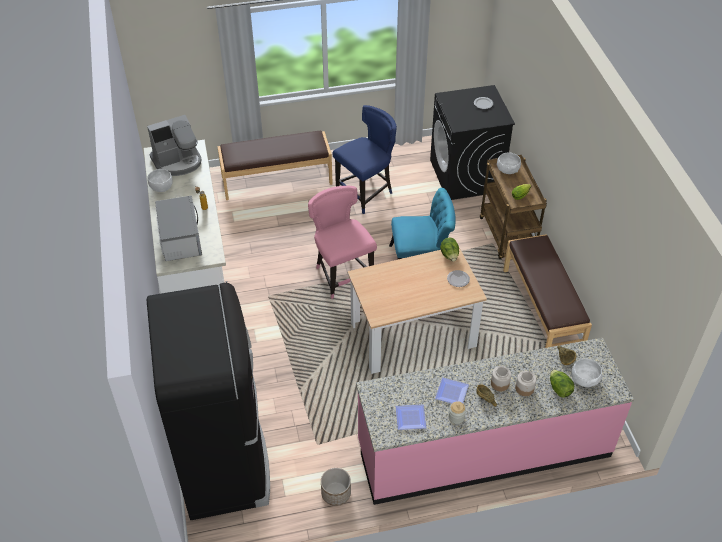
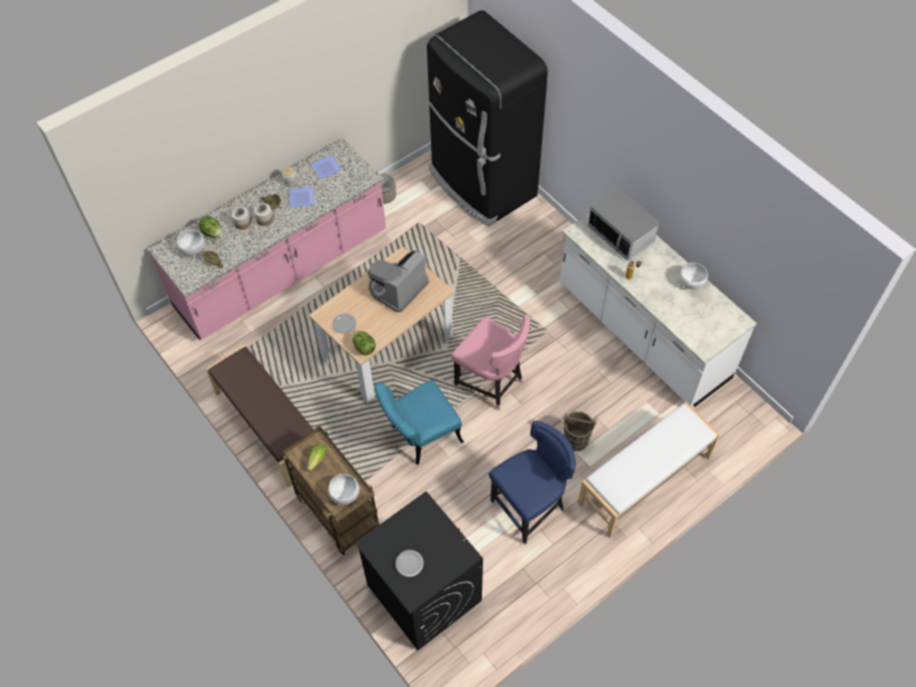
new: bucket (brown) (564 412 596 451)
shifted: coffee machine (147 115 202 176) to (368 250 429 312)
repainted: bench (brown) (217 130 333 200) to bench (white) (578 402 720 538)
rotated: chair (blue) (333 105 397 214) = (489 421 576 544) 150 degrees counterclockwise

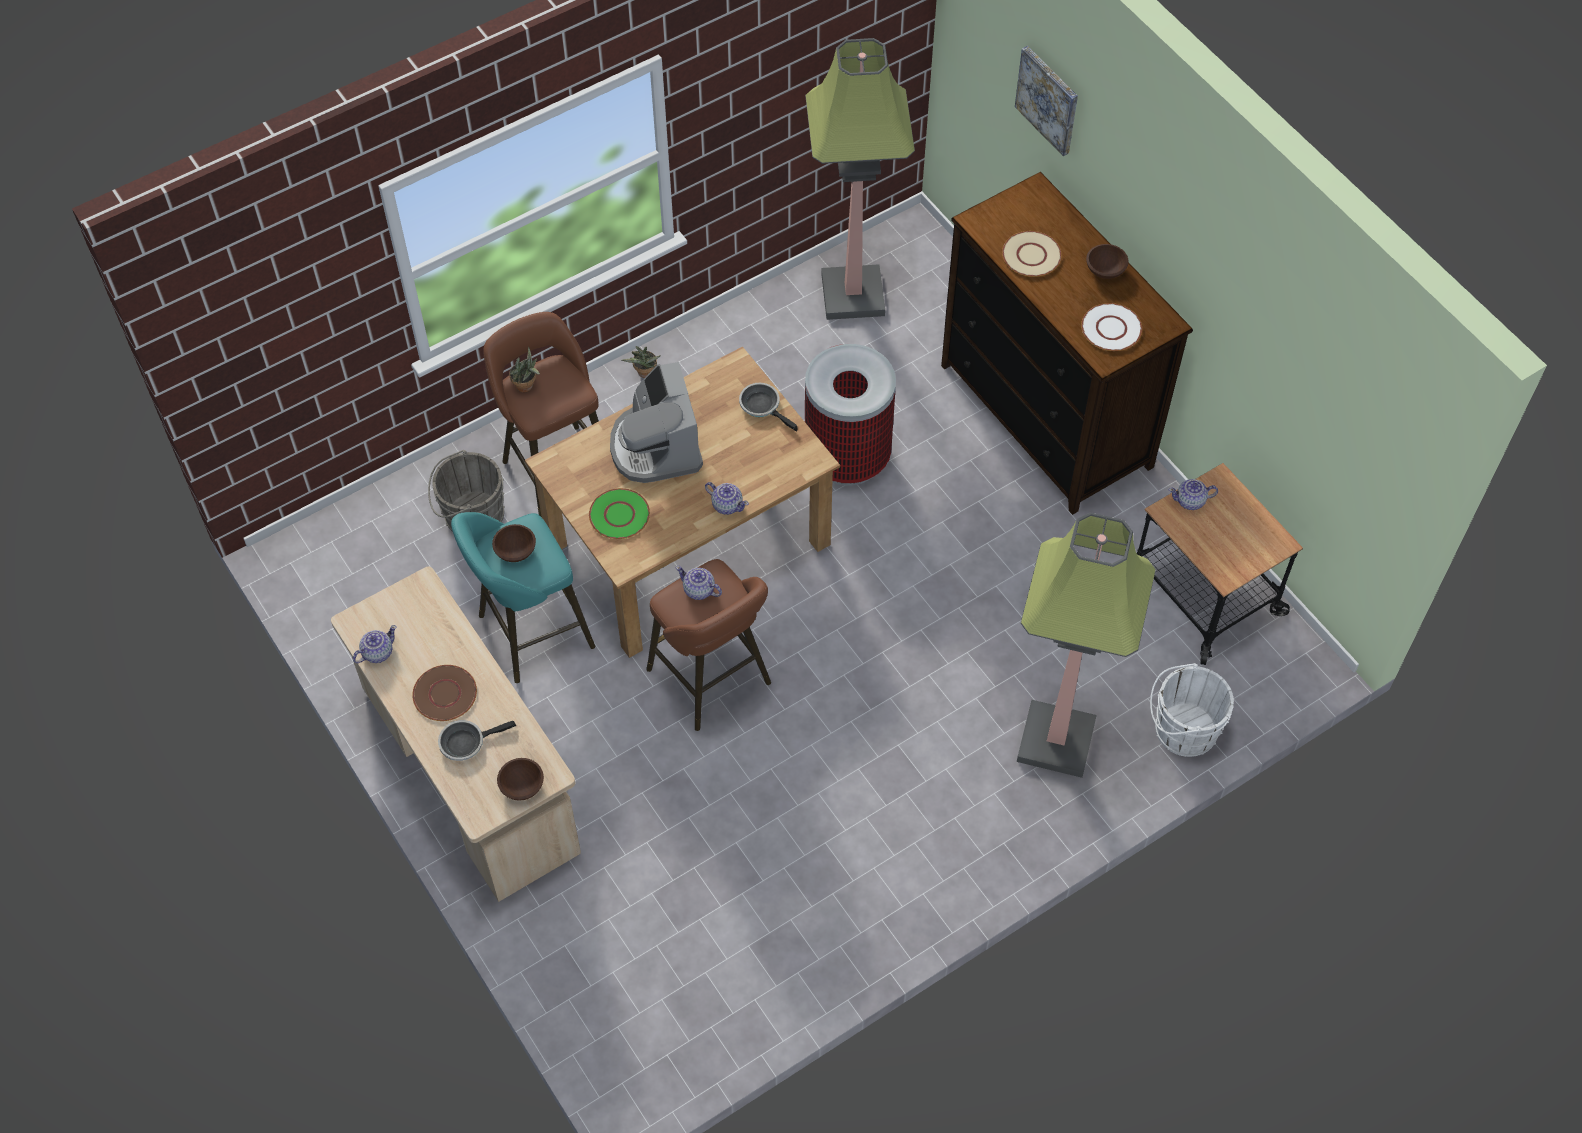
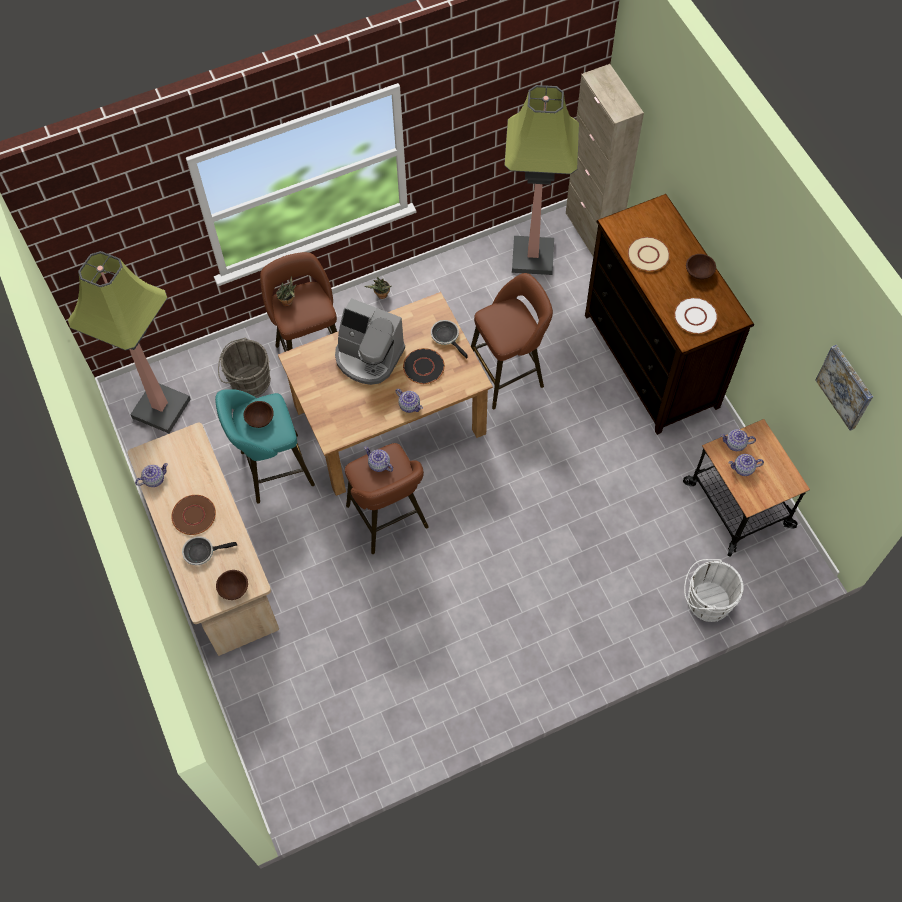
gone: plate (green) (589 488 650 539)
new: plate (black) (403 348 445 384); cabinet (beige) (566 64 644 256); teapot (728 454 764 476)
shifted: picture (1015 46 1078 156) to (815 345 873 431); floor lamp (1017 512 1156 778) to (68 251 191 433)
swapped: trash can (805 344 896 486) to stool (brown) (471 273 553 409)
rotated: coffee machine (610 362 703 483) = (335 298 405 385) 60 degrees counterclockwise

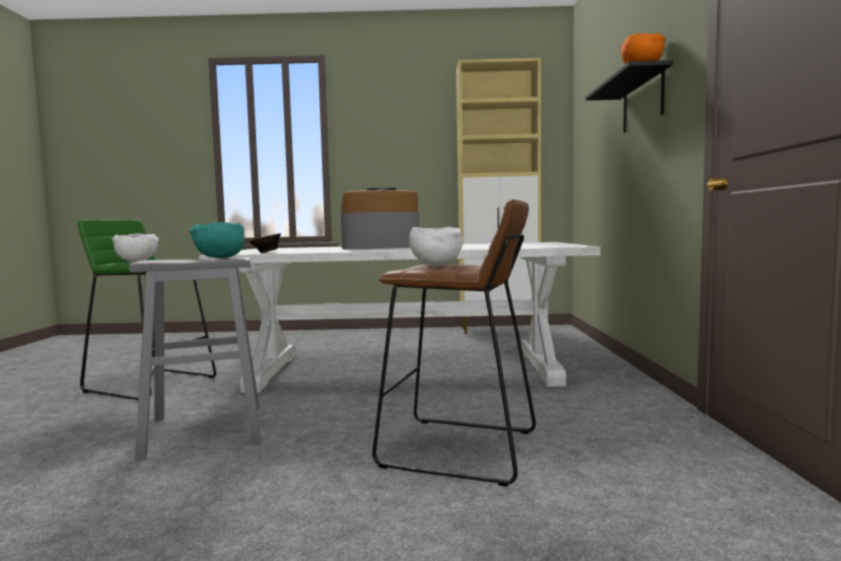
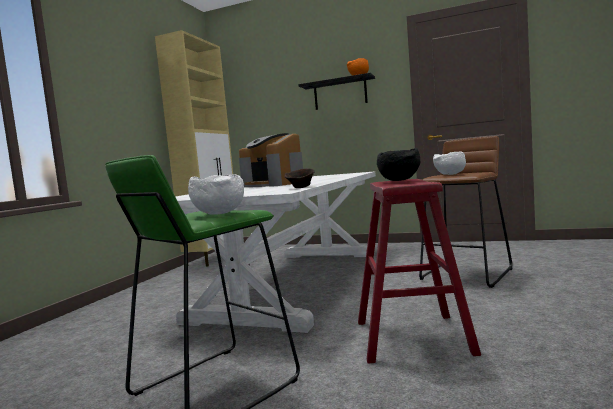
repainted: stool (grey) (129 257 261 460) to stool (red) (358 179 481 364); bowl (turquoise) (190 222 245 258) to bowl (black) (377 148 420 181)
rotated: coffee machine (340 188 420 249) = (239 133 303 187) 45 degrees counterclockwise

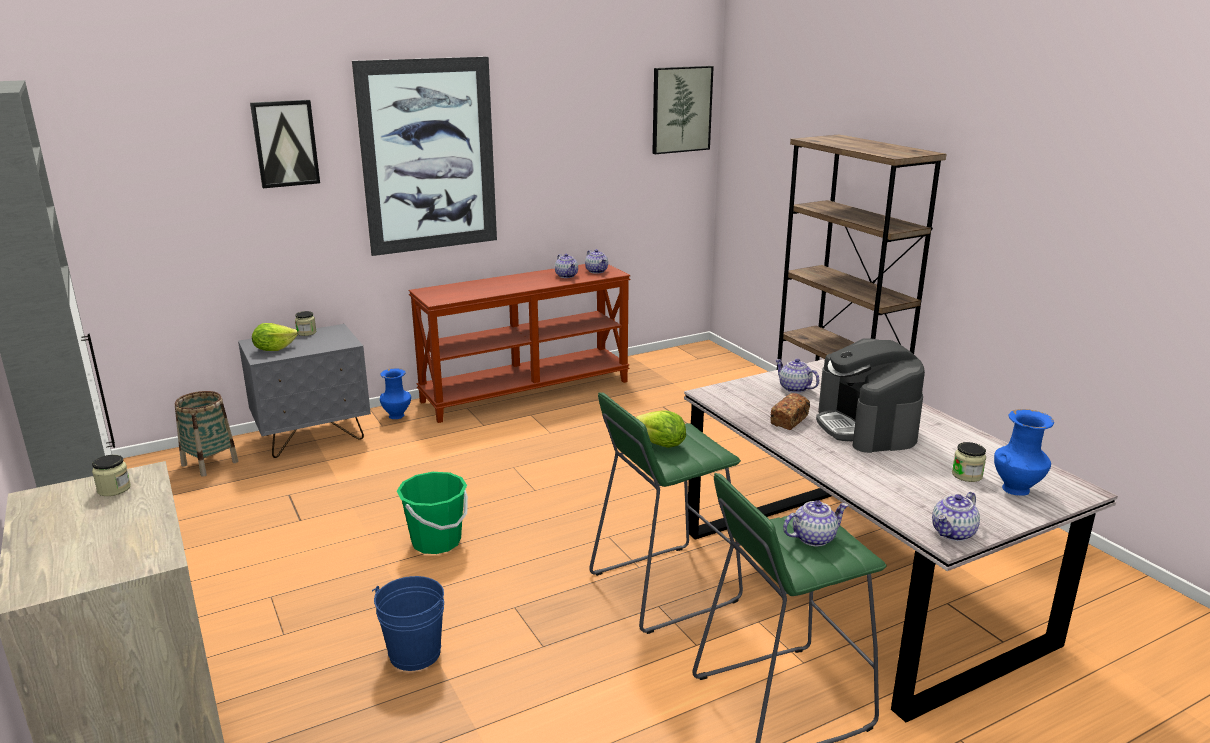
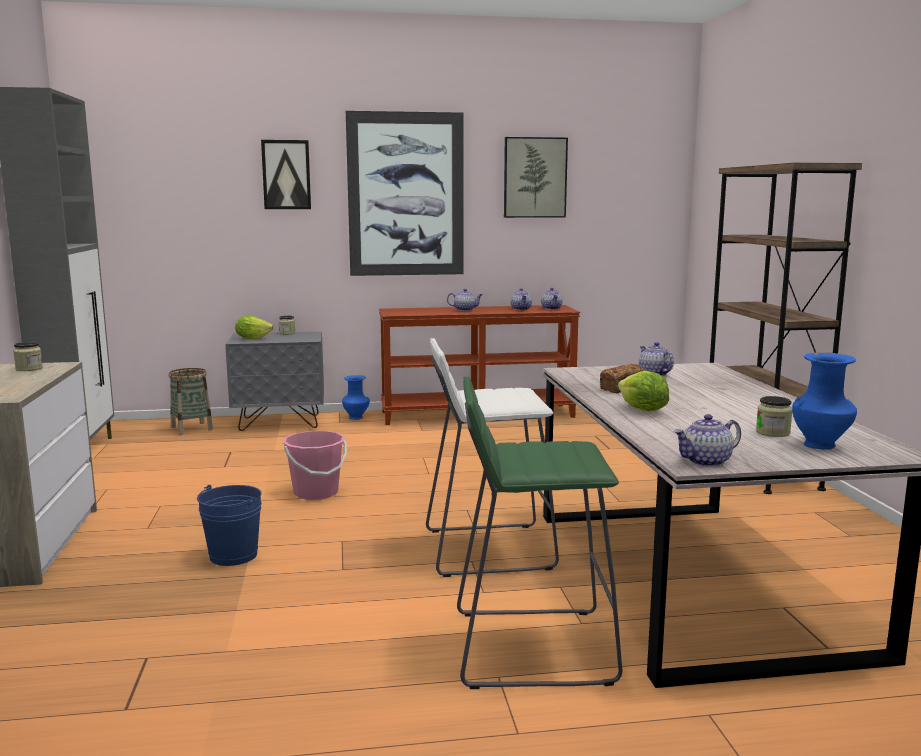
gone: coffee machine (816 338 925 453)
shifted: lettuce (636 411 686 448) to (618 371 669 411); picture (652 66 714 154) to (504 137 568 218); teapot (783 500 849 547) to (447 289 483 311)
repainted: bucket (green) (397 472 468 554) to bucket (pink) (283 431 347 500); stool (green) (589 392 743 634) to stool (white) (426 338 559 577)

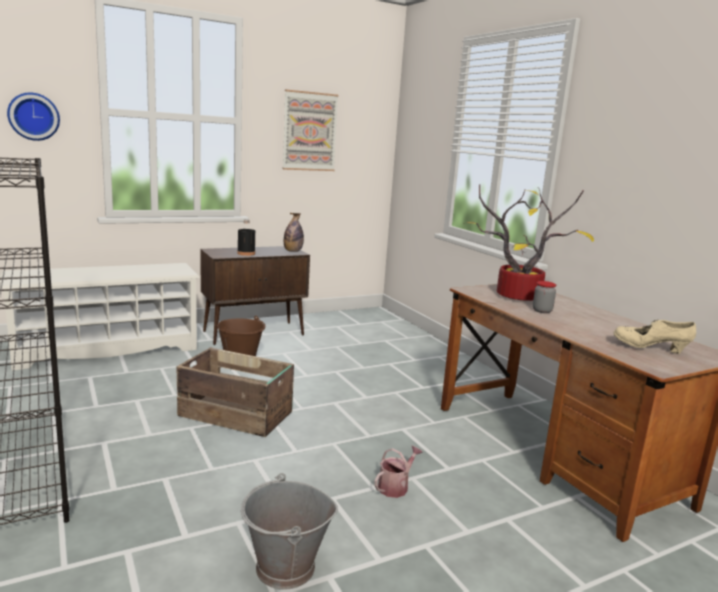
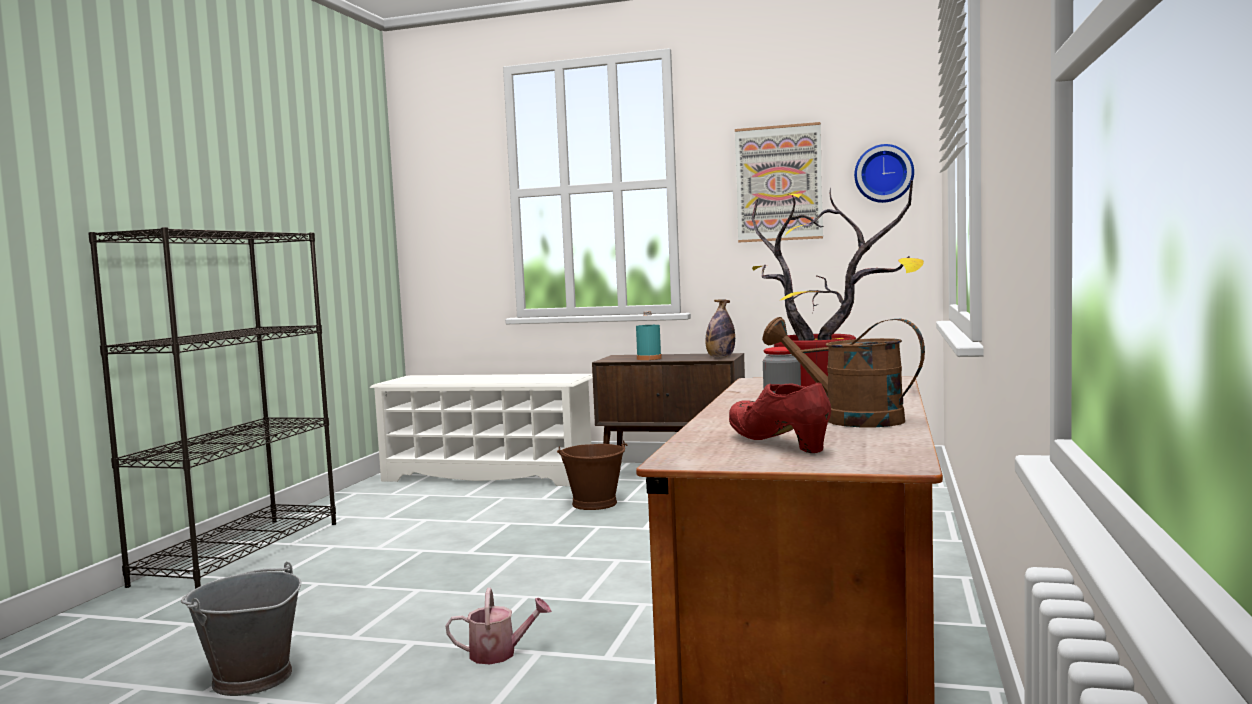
gone: crate (177 347 294 437)
new: watering can (brown) (762 317 925 427)
shifted: wall clock (7 92 60 141) to (854 144 914 203)
repainted: bottle (black) (237 220 255 256) to bottle (turquoise) (636 311 662 360); shoe (beige) (613 320 696 354) to shoe (red) (729 383 831 453)

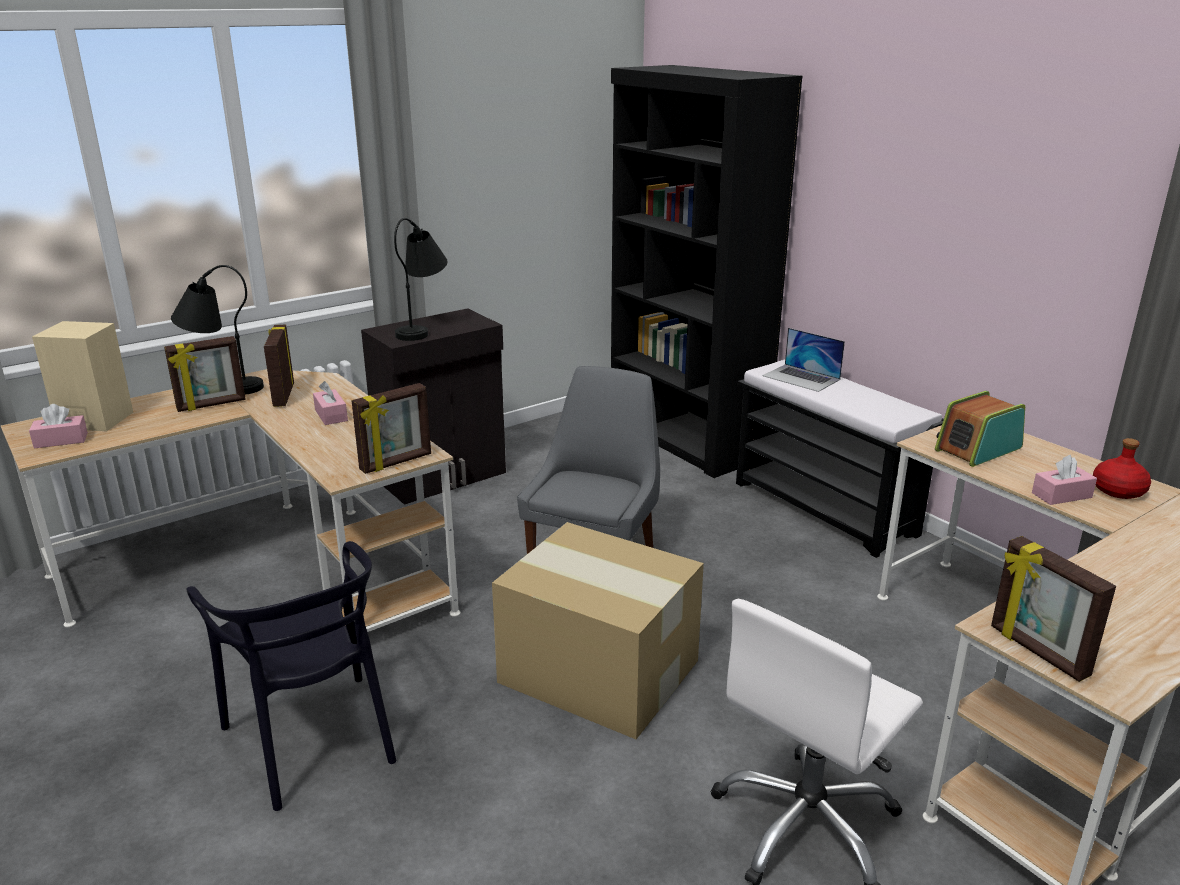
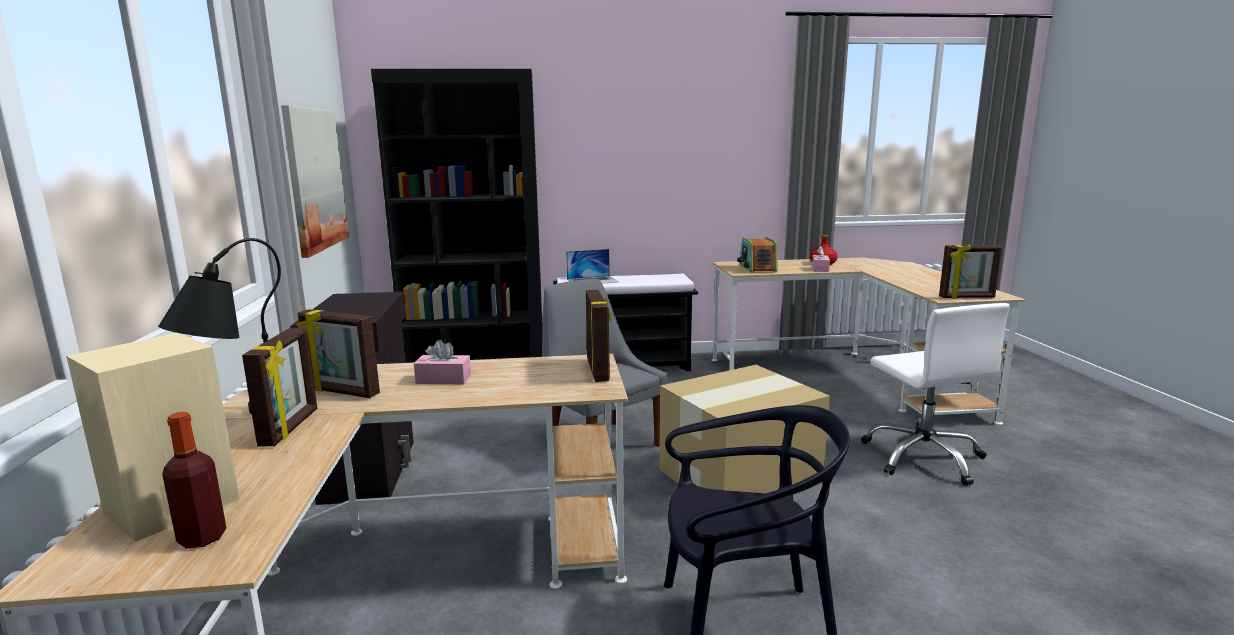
gone: table lamp (black) (394 218 448 341)
new: picture (281 106 349 258)
swapped: tissue box (pink) (29 404 88 448) to bottle (162 412 226 549)

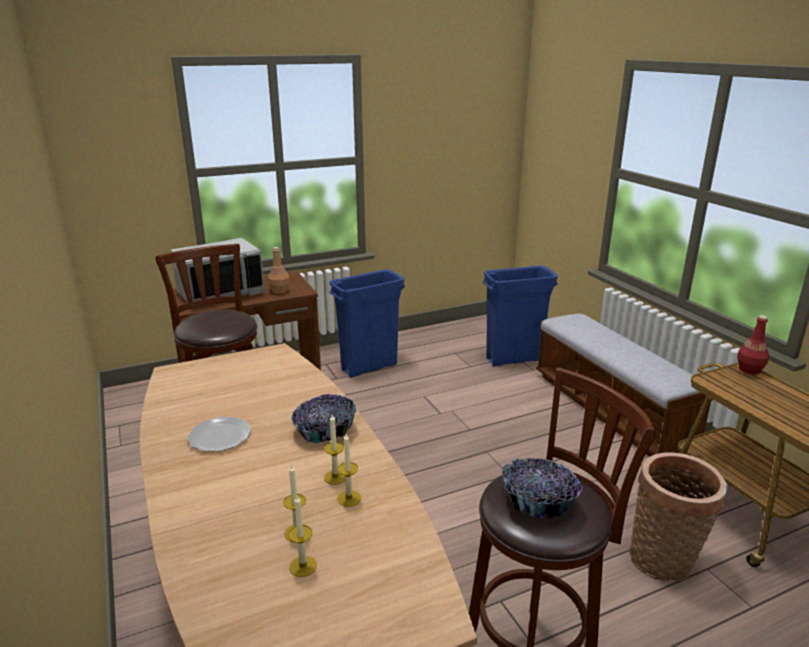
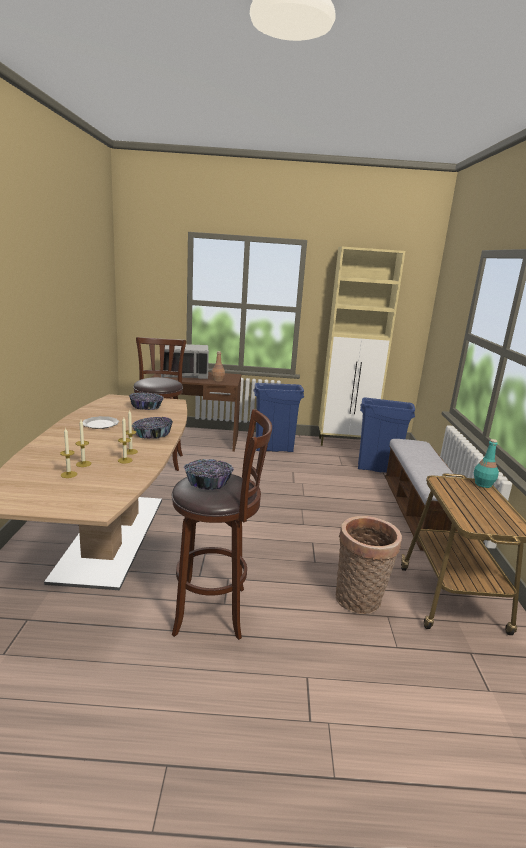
new: bowl (129 392 164 410); cabinet (beige) (319 247 405 446)
repainted: bottle (red) (737 315 769 375) to bottle (turquoise) (474 439 499 488)

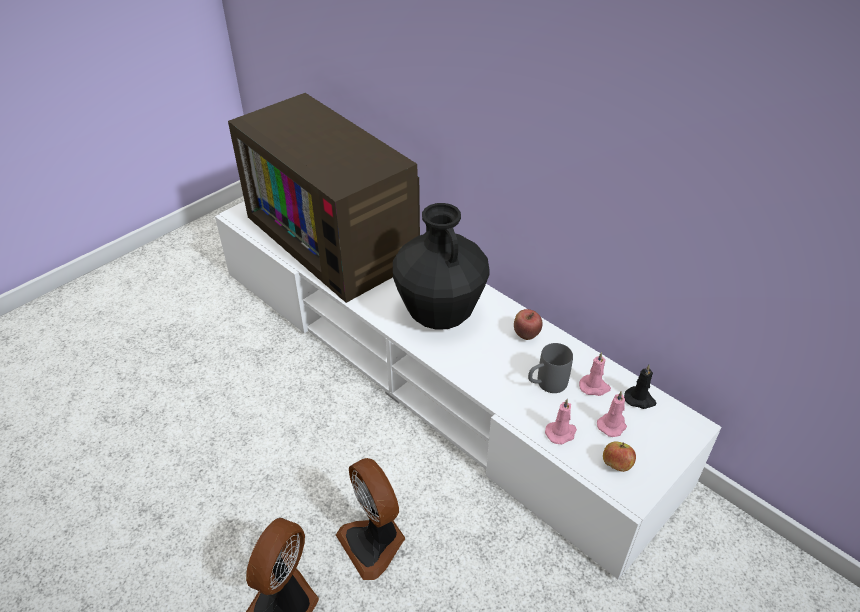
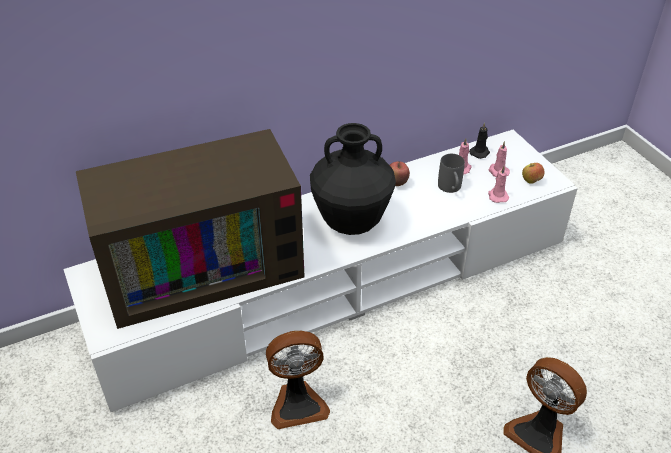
shifted: fan (336 458 405 580) to (266 331 330 429)

